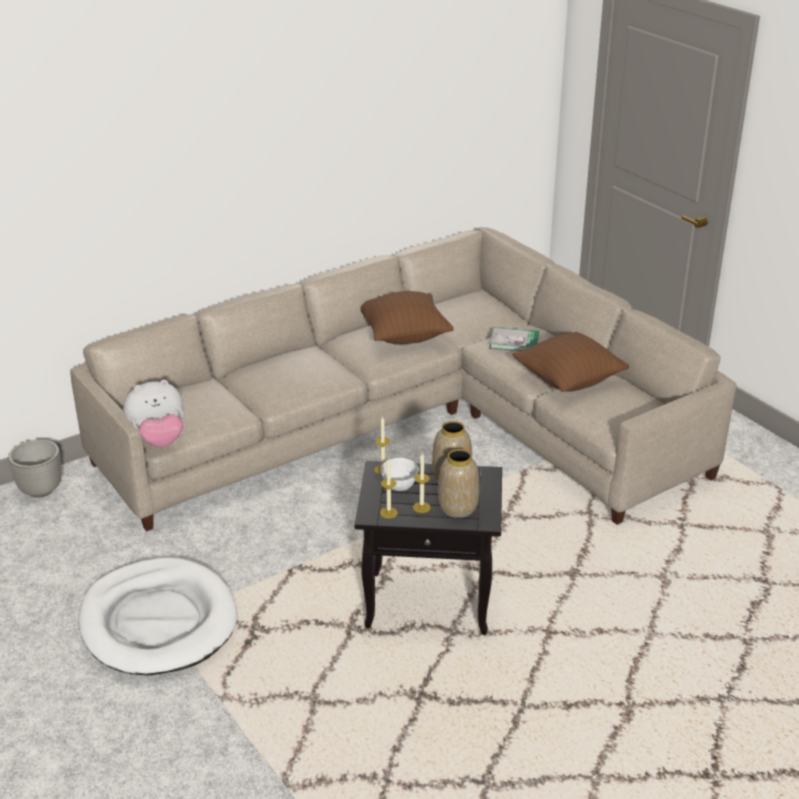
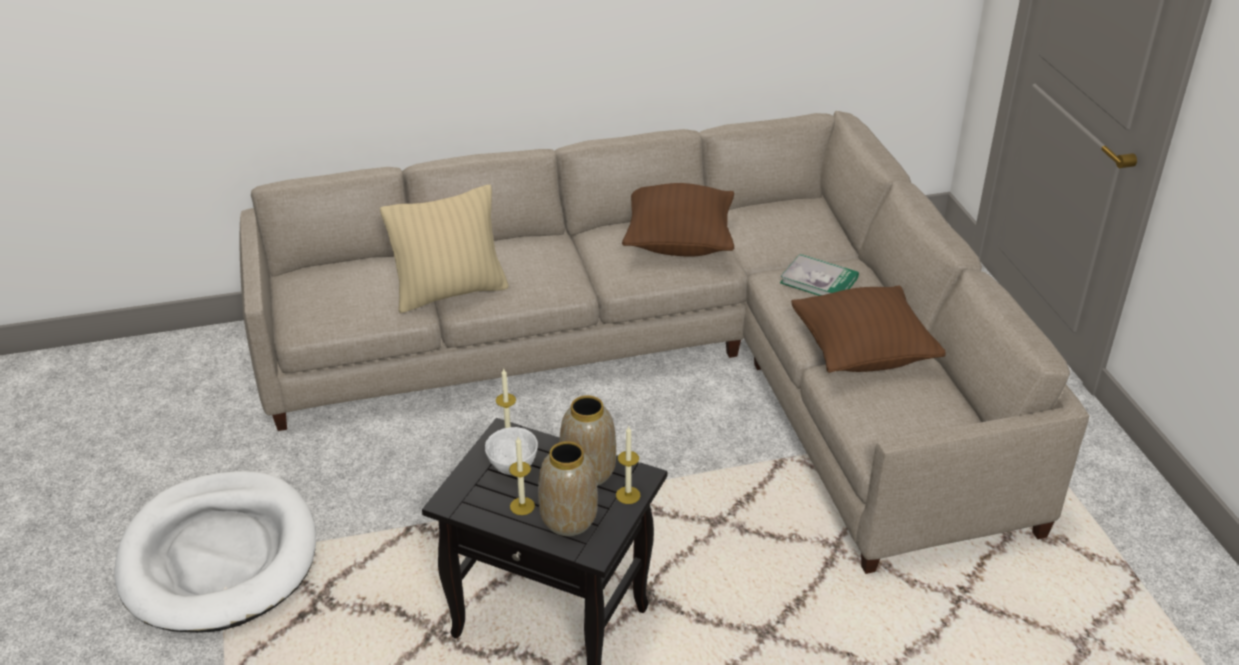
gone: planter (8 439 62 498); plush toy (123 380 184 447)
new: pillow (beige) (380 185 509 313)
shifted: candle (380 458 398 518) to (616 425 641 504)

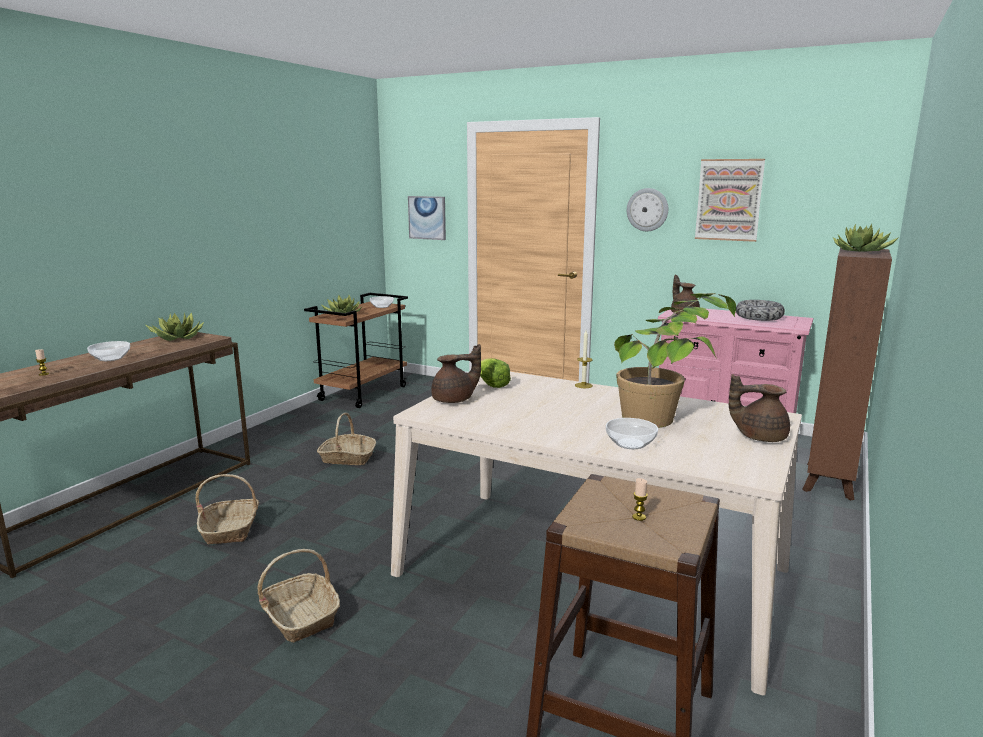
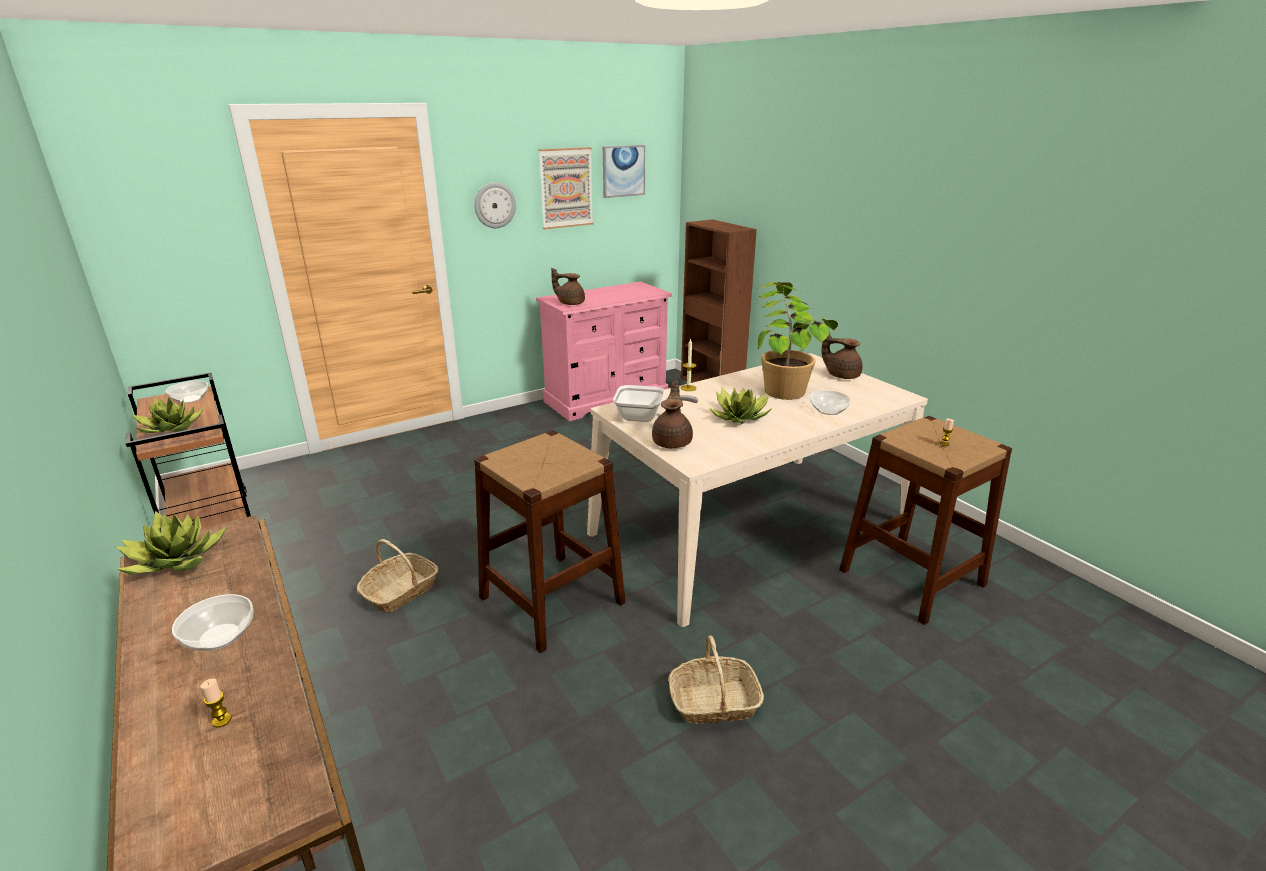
gone: basket (196 474 259 545); bowl (736 300 785 321)
new: stool (brown) (474 431 626 653)
shifted: picture (408 196 446 240) to (603 145 645 198); potted plant (833 223 899 251) to (709 388 772 424)
swapped: lettuce (480 358 511 388) to frying pan (613 385 698 422)
rotated: teapot (brown) (729 374 790 442) = (822 333 862 379) 75 degrees clockwise

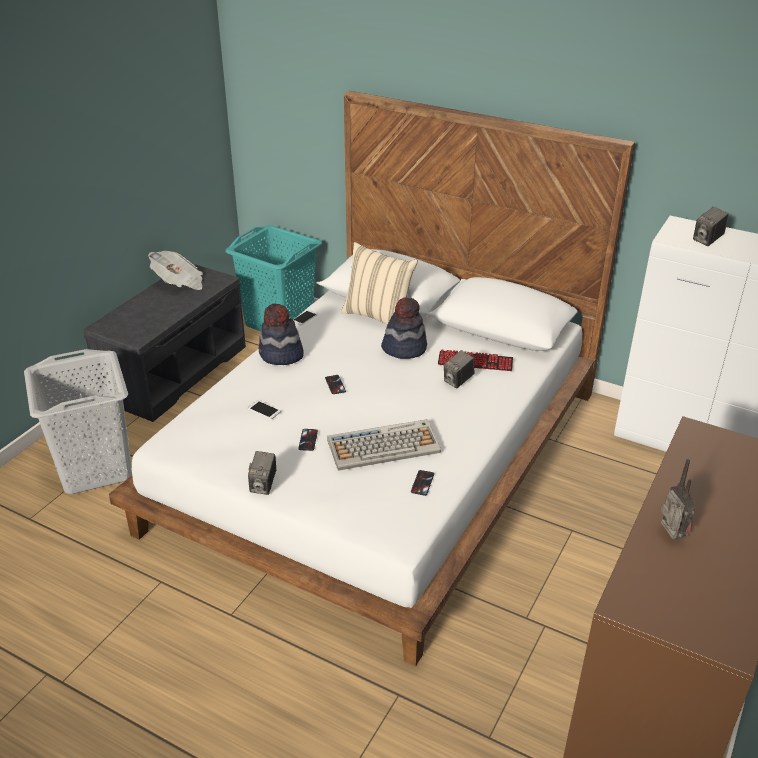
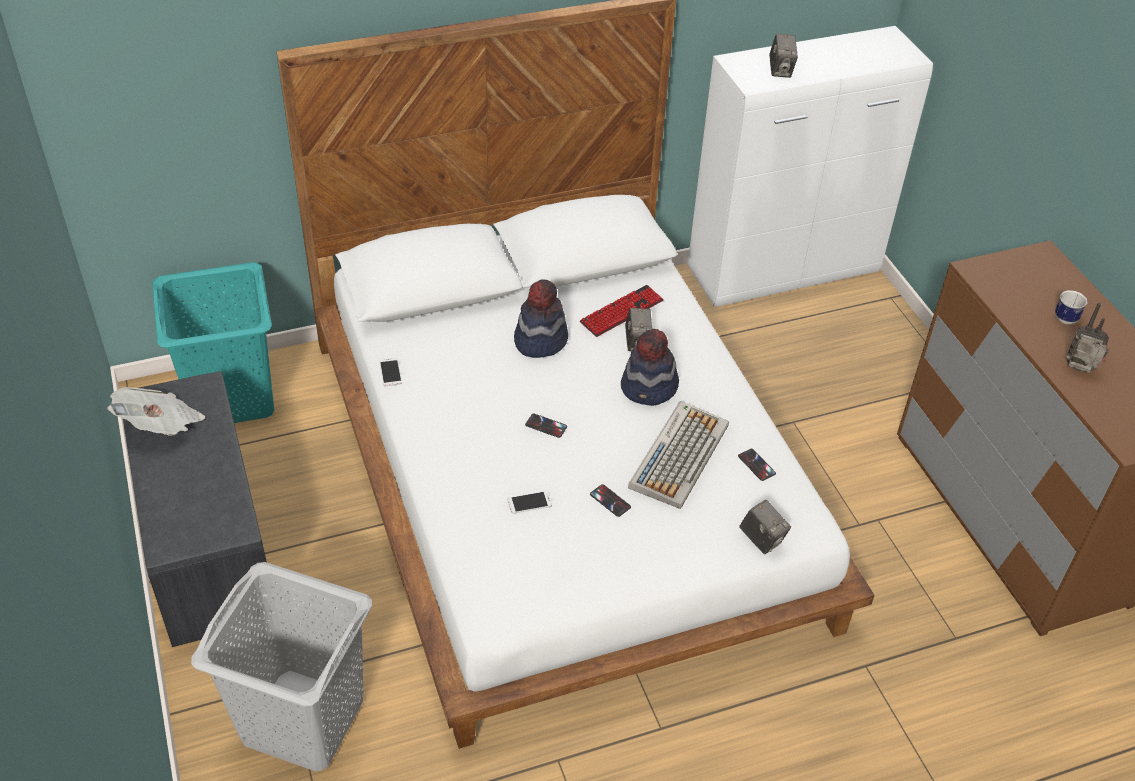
gone: pillow (beige) (341 242 418 325)
new: mug (1055 290 1088 324)
shifted: photo camera (248 451 276 495) to (739 500 791 554); hat (259 303 304 365) to (621 329 679 406)

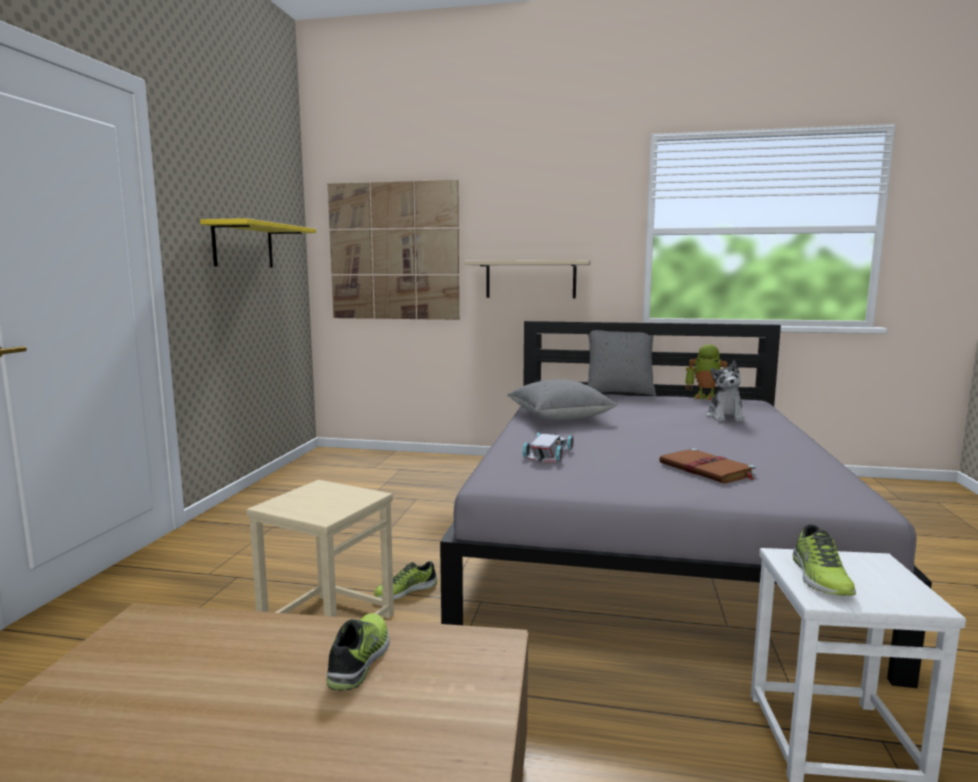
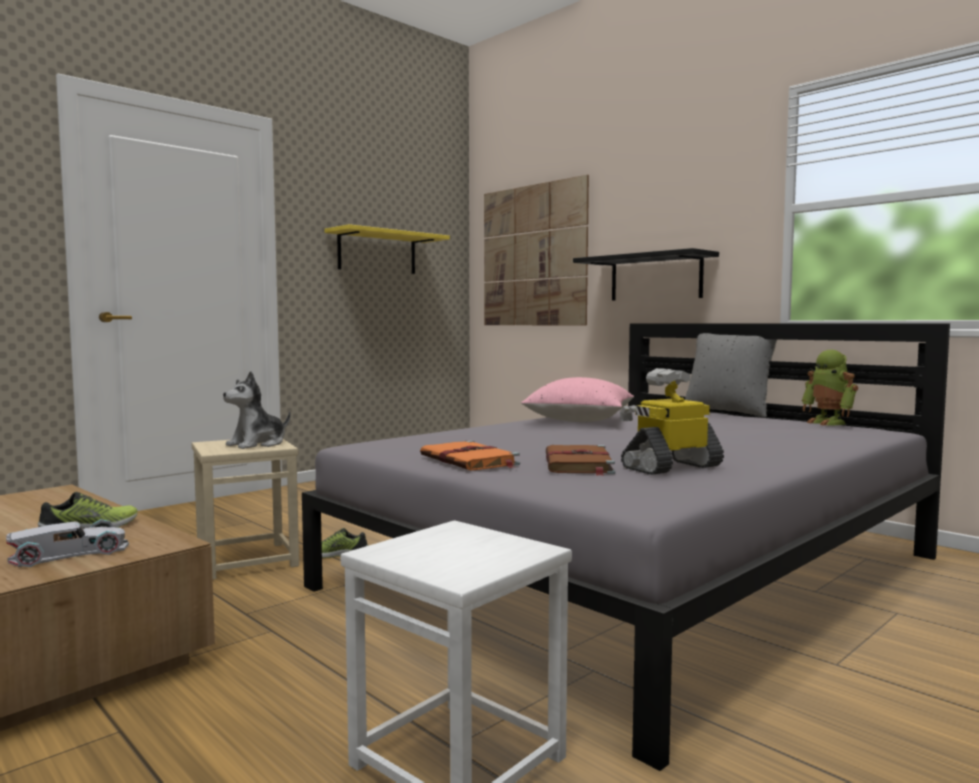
gone: shoe (793 524 856 596)
new: book (orange) (420 440 520 471); toy robot (620 368 724 475)
shifted: toy car (white) (522 432 574 462) to (6 519 129 567); plush toy (706 361 745 422) to (223 371 291 449)
repainted: shelf (beige) (464 260 591 298) to shelf (black) (573 248 719 300); pillow (grey) (507 379 618 420) to pillow (pink) (521 377 634 422)

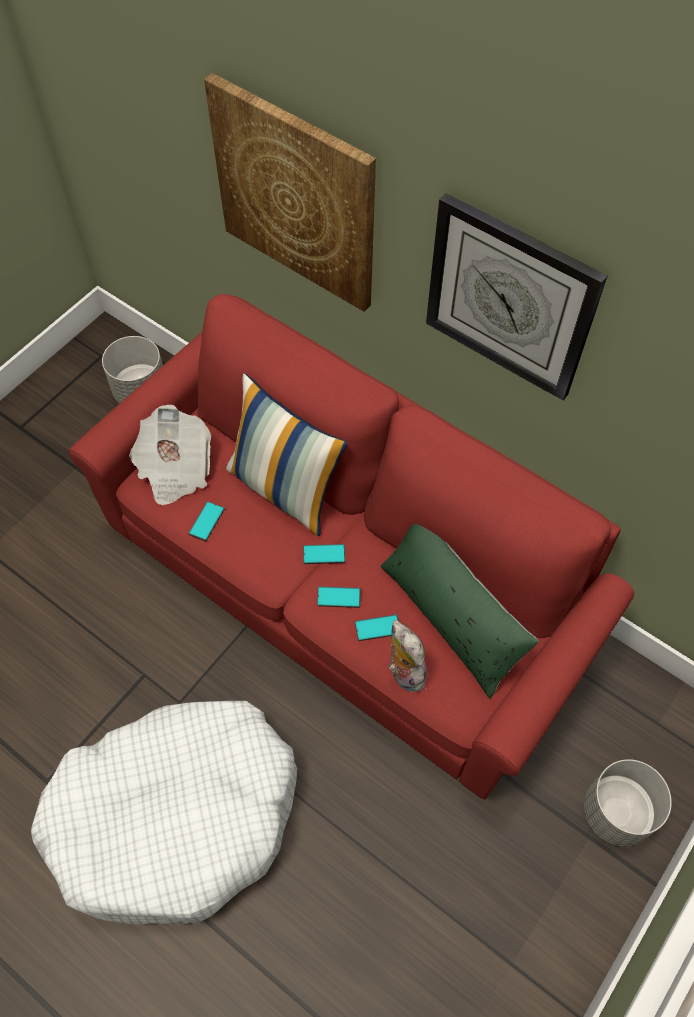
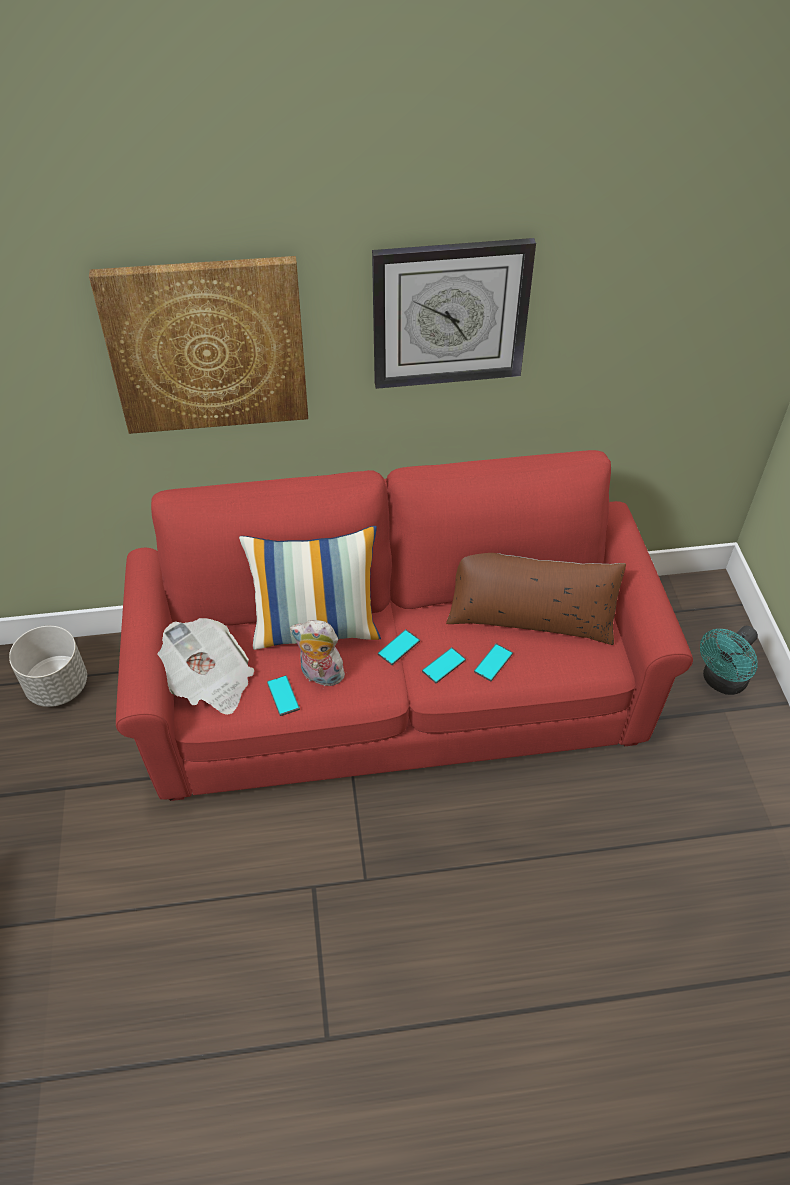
gone: dog bed (white) (31 701 297 925)
shifted: plush toy (389 620 427 692) to (290 620 347 686)
swapped: planter (grey) (584 759 672 847) to fan (turquoise) (700 626 758 695)
repainted: pillow (green) (381 524 539 699) to pillow (brown) (446 553 626 645)

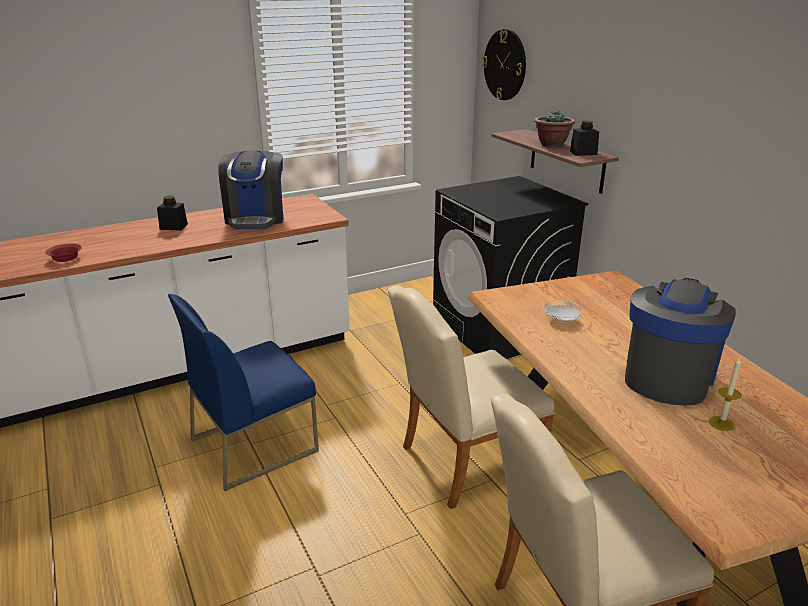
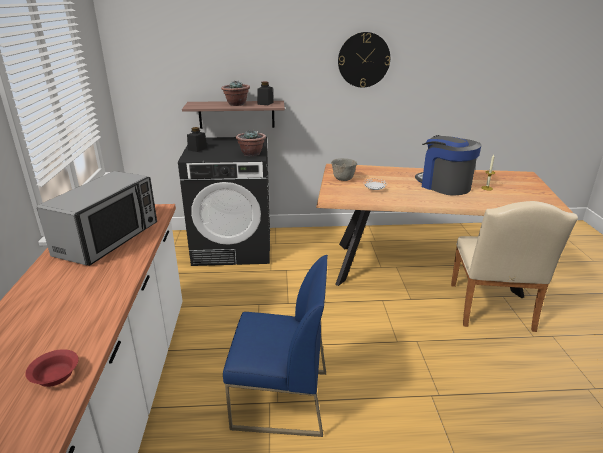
gone: chair (beige) (388 286 555 509)
new: potted plant (236 131 266 156); bowl (grey) (331 158 357 181)
shifted: jar (black) (157 195 188 231) to (187 127 207 152); wall clock (482 29 526 100) to (338 32 390 88)
swapped: coffee machine (218 151 283 229) to microwave (37 171 157 266)
rotated: chair (blue) (168 294 319 491) = (223 255 328 437) 75 degrees counterclockwise

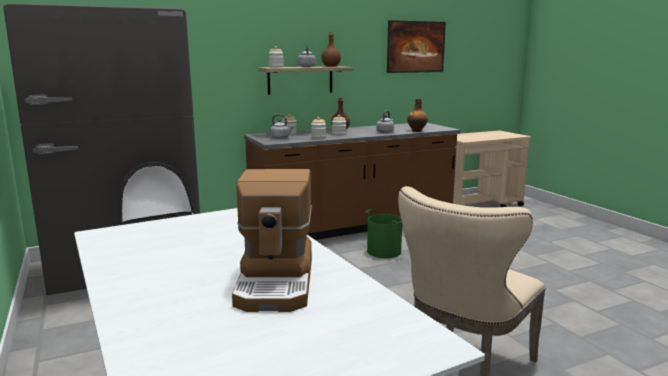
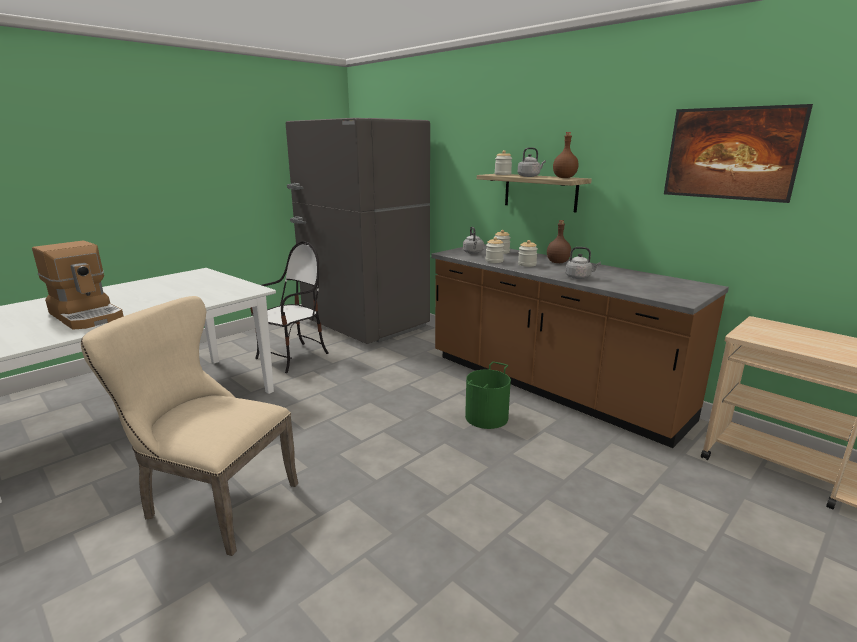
gone: bottle (407 98 428 132)
rotated: coffee machine (232 169 312 312) = (32 241 123 329) 120 degrees counterclockwise

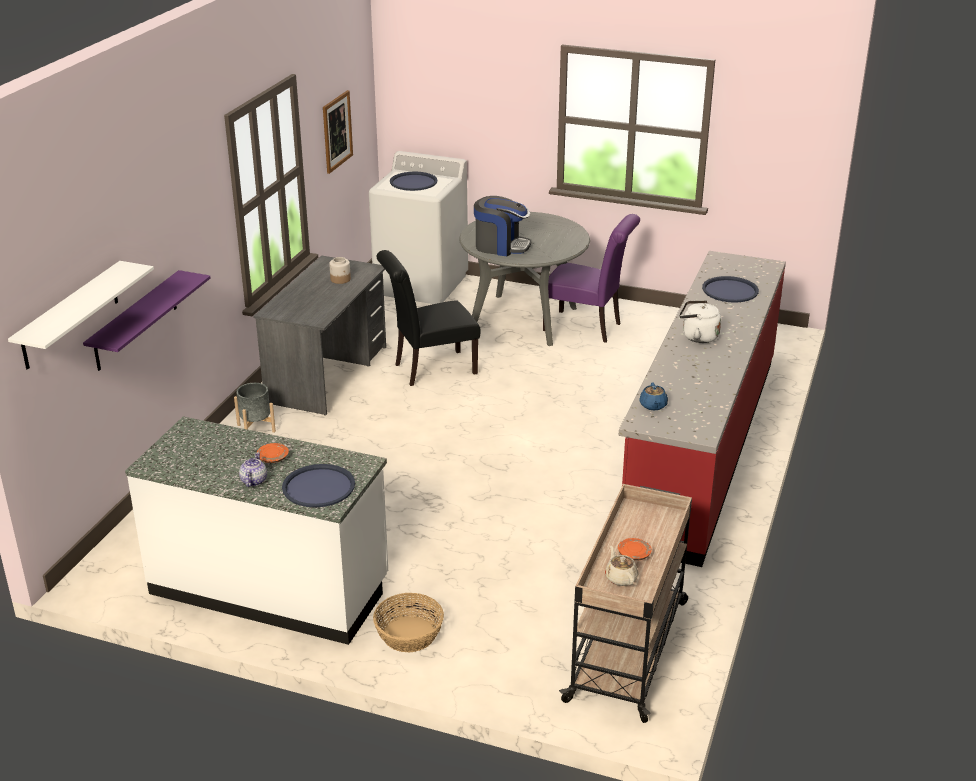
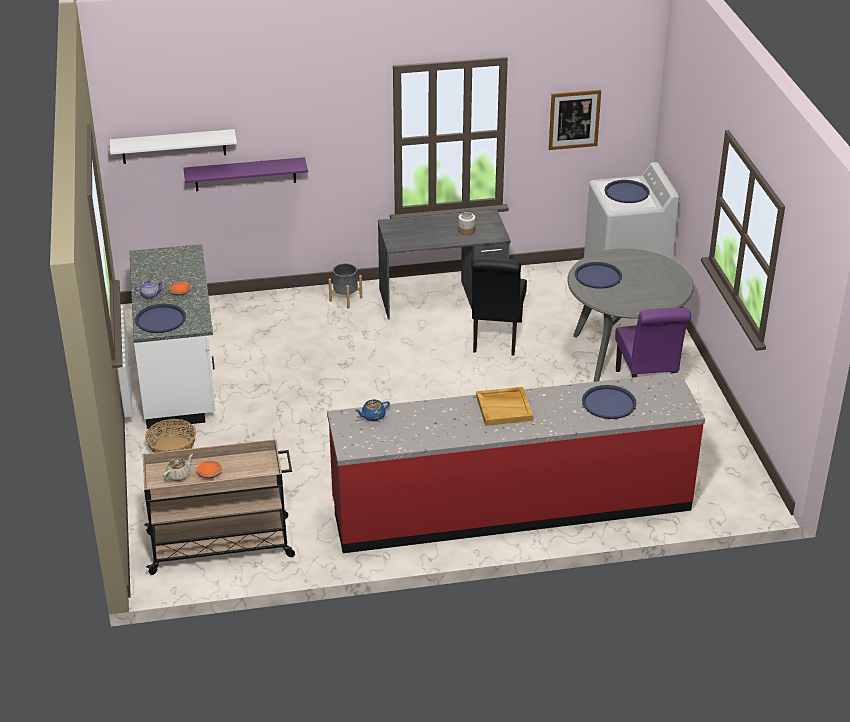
swapped: coffee machine (474 196 531 256) to tray (blue) (575 262 622 289); kettle (white) (679 300 721 343) to tray (beige) (476 387 533 426)
rotated: chair (black) (376 250 481 386) = (471 257 527 356) 120 degrees counterclockwise

